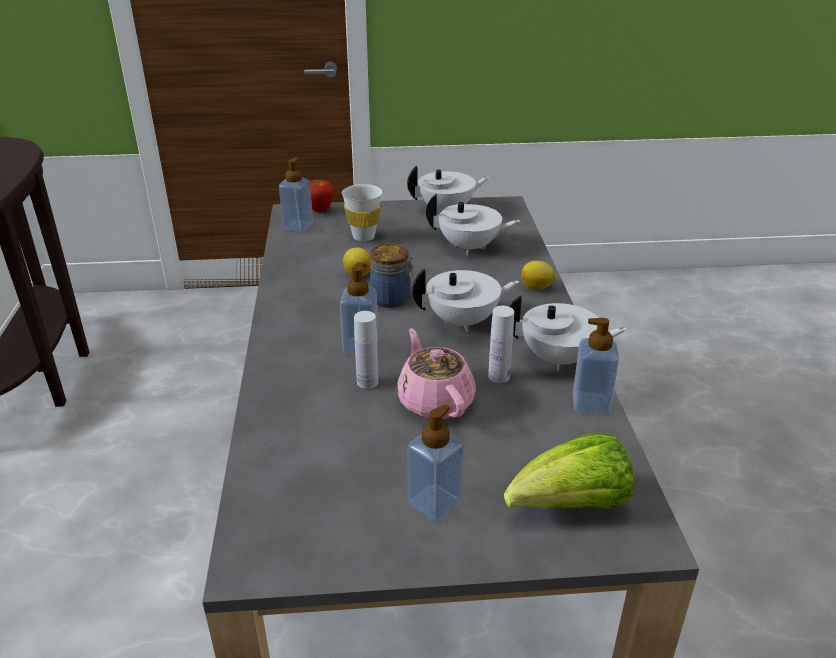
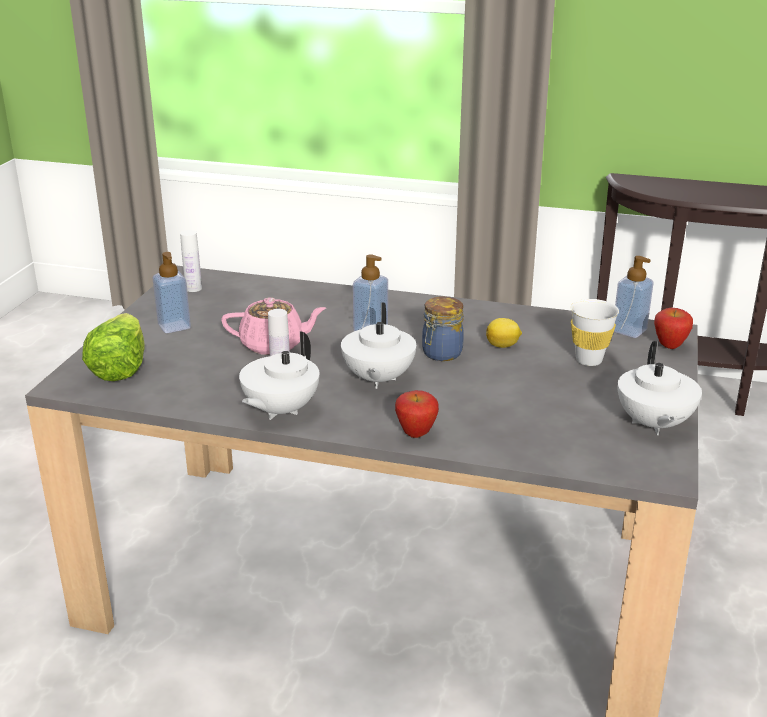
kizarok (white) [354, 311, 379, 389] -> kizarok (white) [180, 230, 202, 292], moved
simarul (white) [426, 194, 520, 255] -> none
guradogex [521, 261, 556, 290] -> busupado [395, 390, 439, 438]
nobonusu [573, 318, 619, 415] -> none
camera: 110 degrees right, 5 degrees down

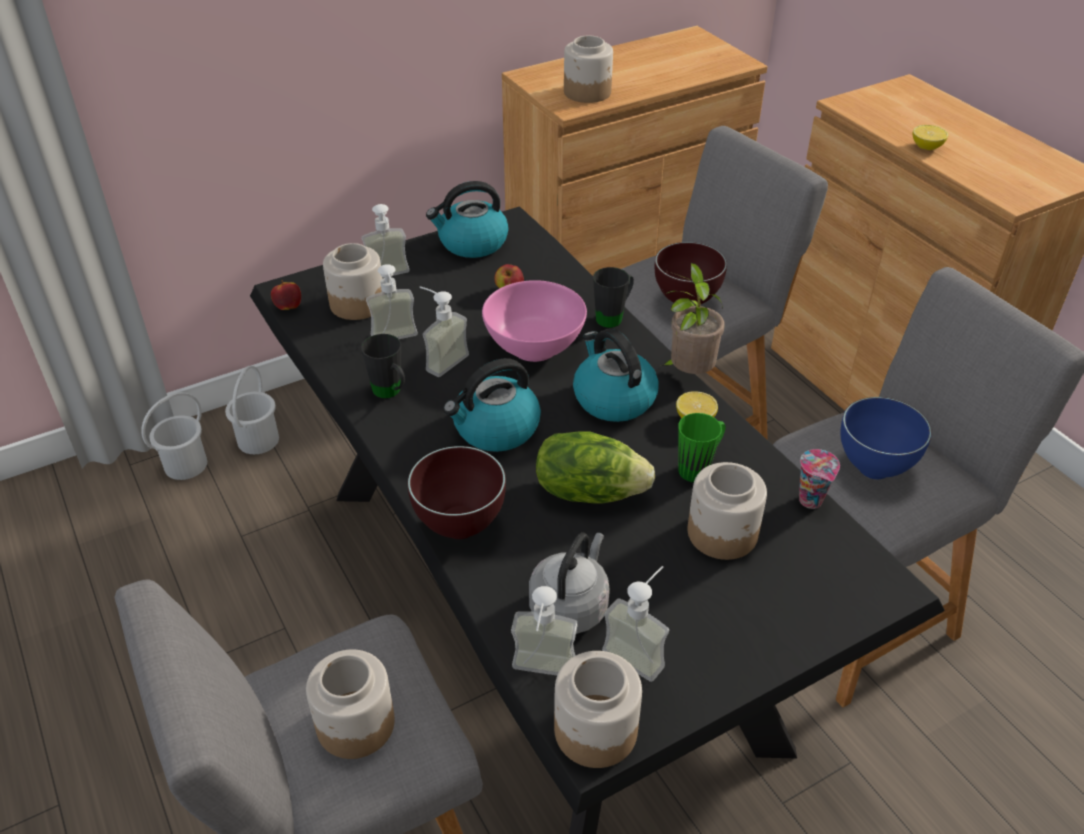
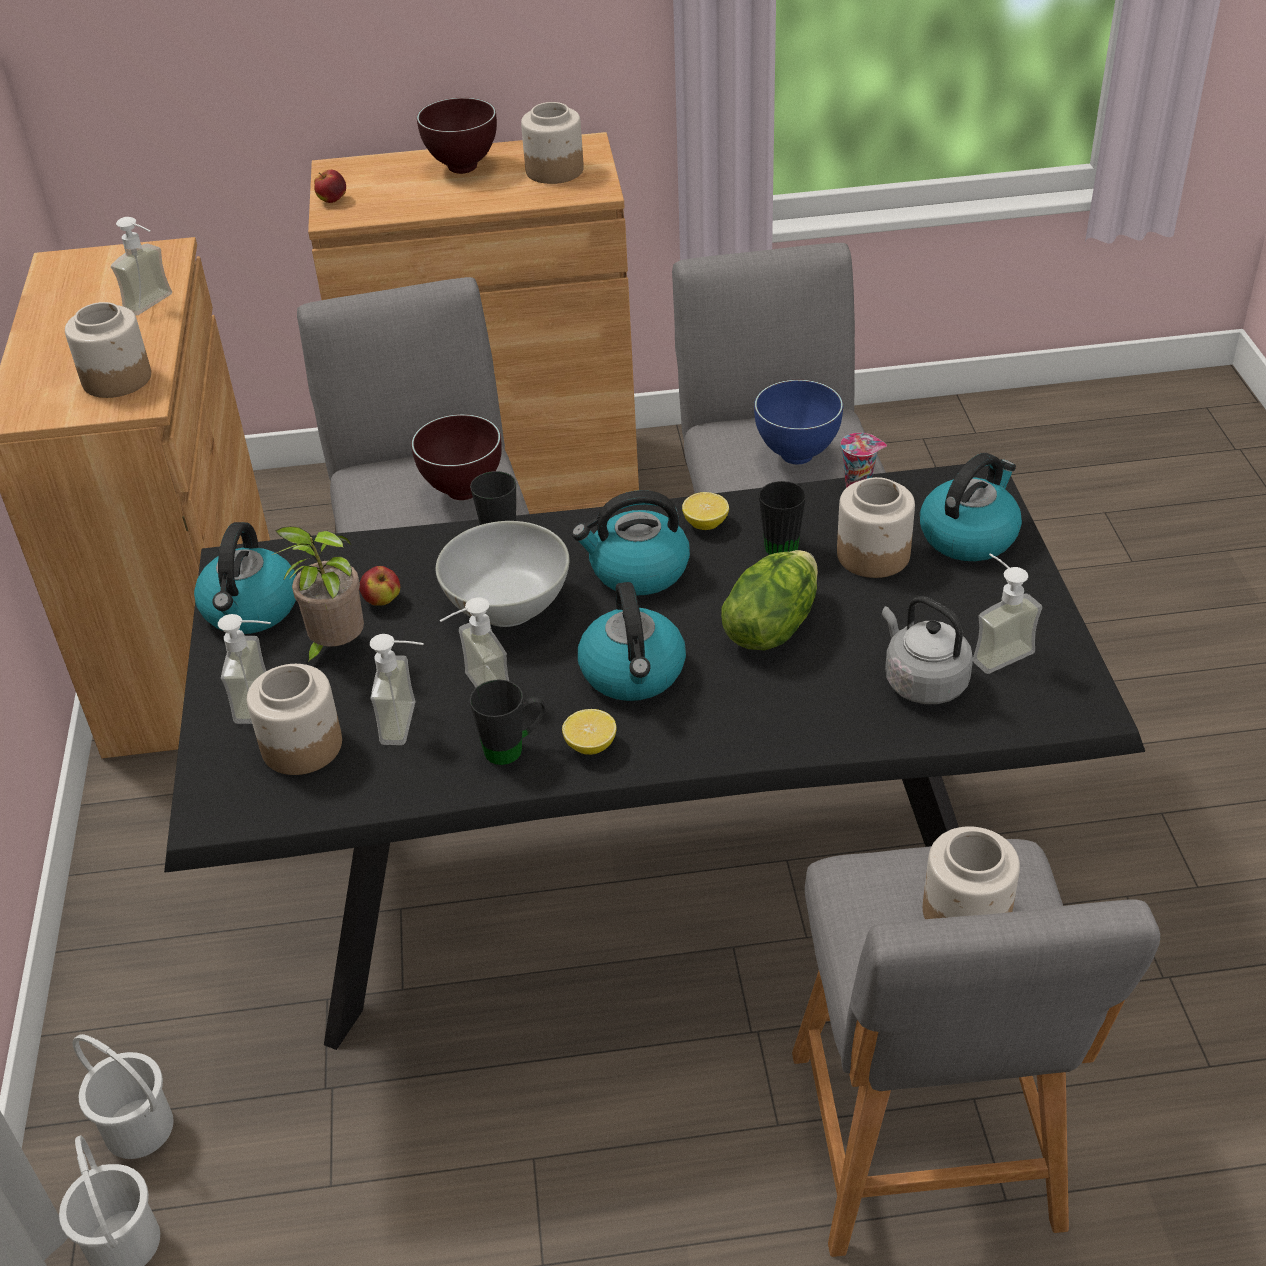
busupado [271, 280, 301, 310] -> busupado [314, 170, 346, 203], moved
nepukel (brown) [408, 446, 506, 539] -> nepukel (brown) [417, 98, 497, 174], moved
nepukel (pink) [482, 280, 587, 362] -> nepukel (white) [436, 521, 569, 627]
nobonusu [511, 586, 578, 676] -> nobonusu [111, 217, 172, 315], moved
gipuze [554, 651, 642, 768] -> gipuze [521, 102, 584, 184], moved
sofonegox [661, 263, 725, 374] -> sofonegox [272, 526, 364, 664], moved
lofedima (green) [678, 413, 726, 482] -> lofedima (black) [759, 481, 806, 555]
guradogex [913, 125, 949, 150] -> guradogex [562, 709, 616, 755], moved
none -> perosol [920, 453, 1022, 561]
camera: 65 degrees left, 0 degrees up

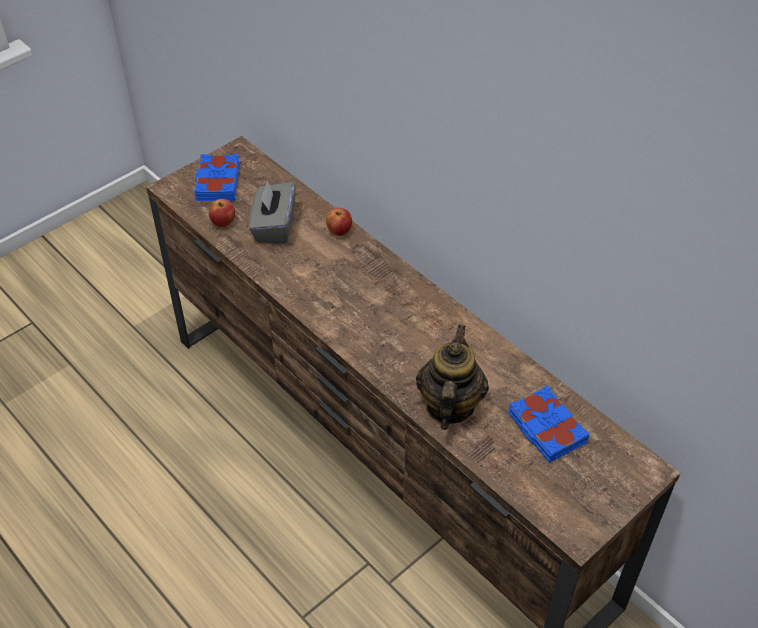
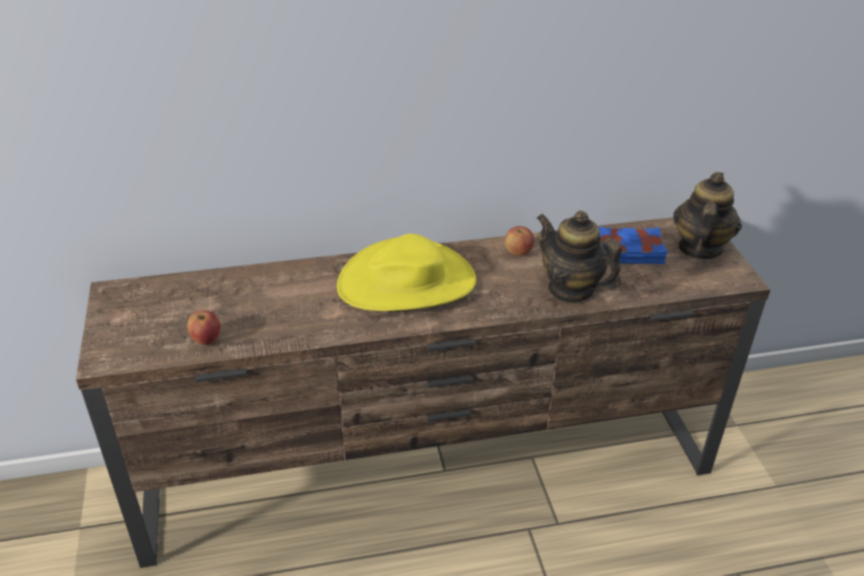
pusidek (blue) [194, 154, 240, 201] -> none
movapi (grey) [249, 181, 296, 244] -> none
busupado [326, 208, 352, 236] -> busupado [505, 226, 534, 256], moved
none -> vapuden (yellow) [337, 234, 476, 311]
none -> simarul [673, 172, 742, 259]
camera: 60 degrees left, 10 degrees down

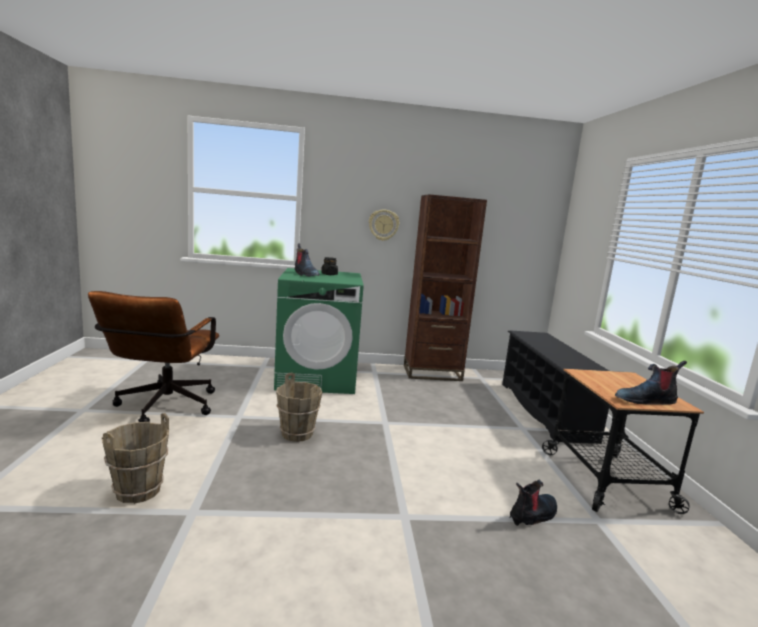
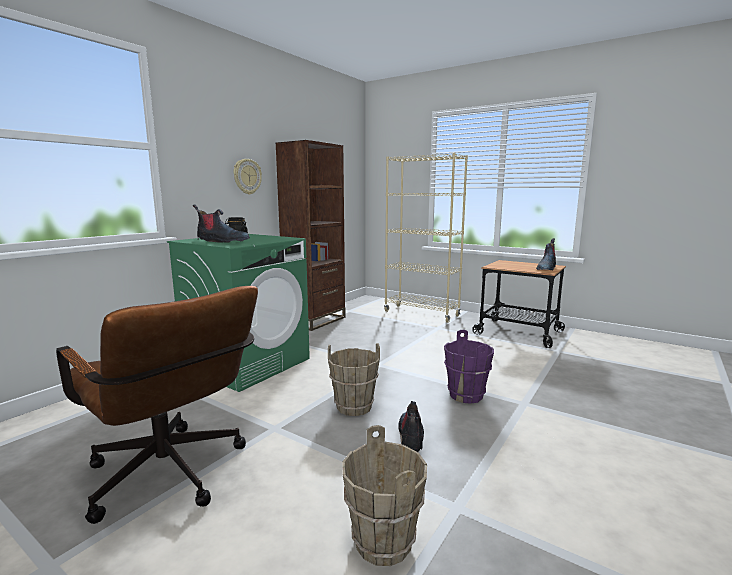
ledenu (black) [502, 330, 609, 444] -> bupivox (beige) [384, 153, 468, 323]
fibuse [509, 480, 557, 526] -> fibuse [398, 401, 424, 452], moved
none -> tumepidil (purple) [444, 330, 494, 404]
camera: 50 degrees left, 0 degrees up

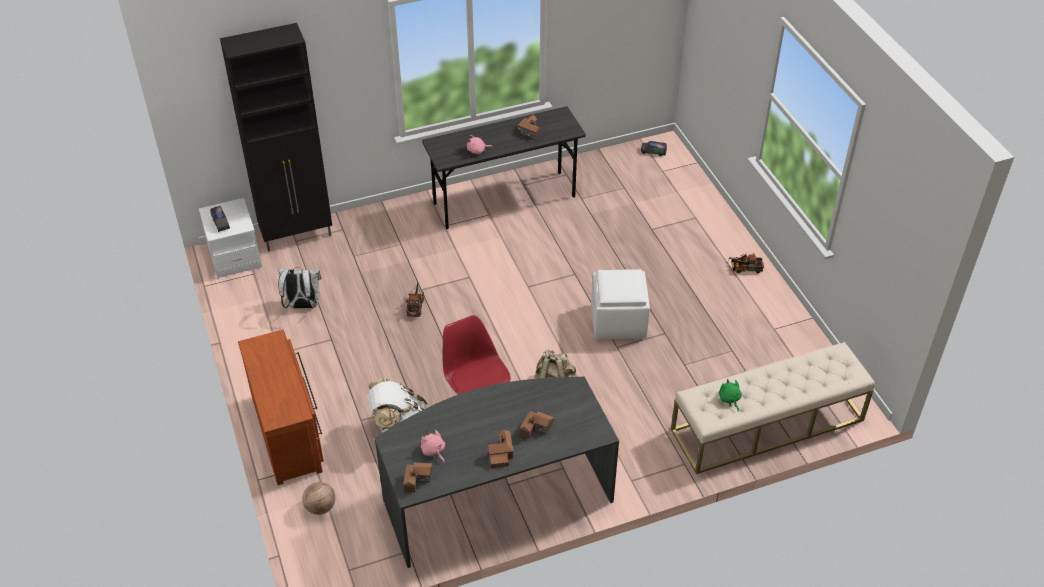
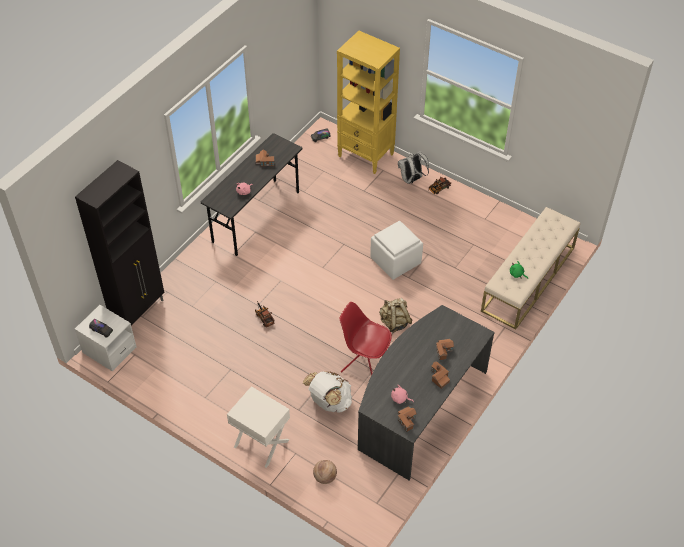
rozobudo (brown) [238, 330, 324, 485] -> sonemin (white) [227, 386, 290, 468]
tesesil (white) [278, 267, 321, 308] -> tesesil (white) [398, 151, 429, 184], moved
none -> bupivox (yellow) [337, 31, 400, 174]
camera: 35 degrees left, 5 degrees up

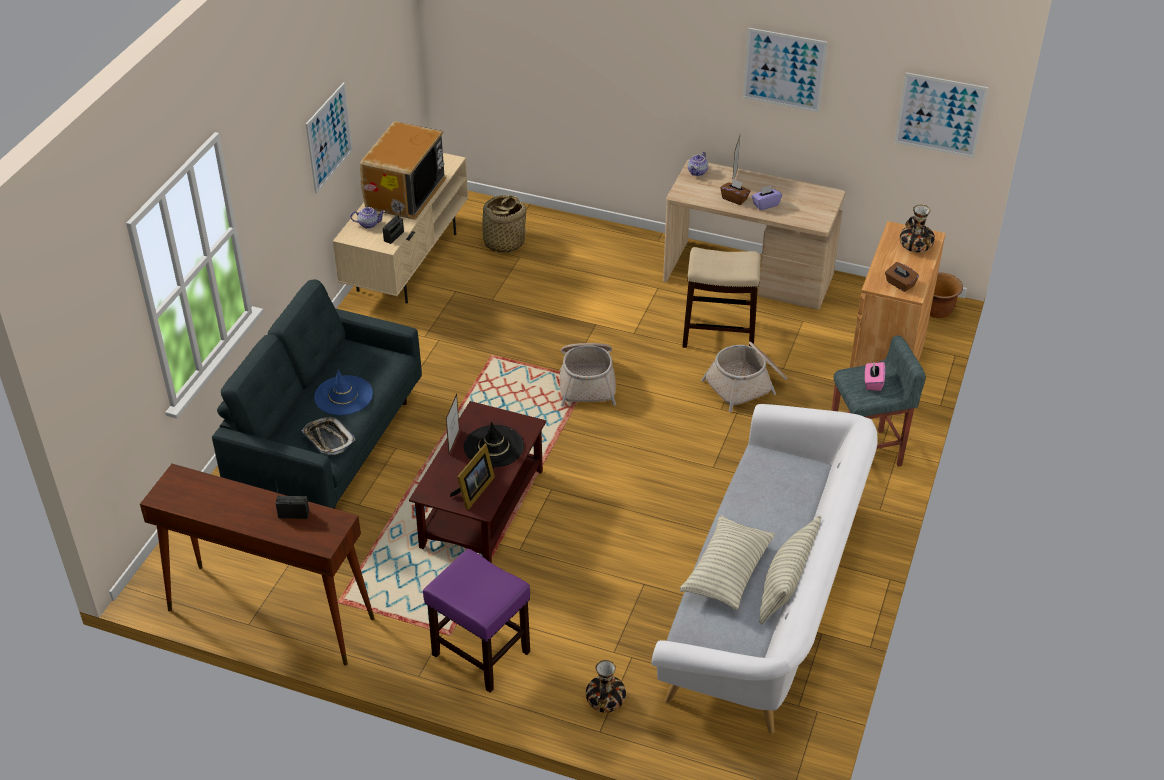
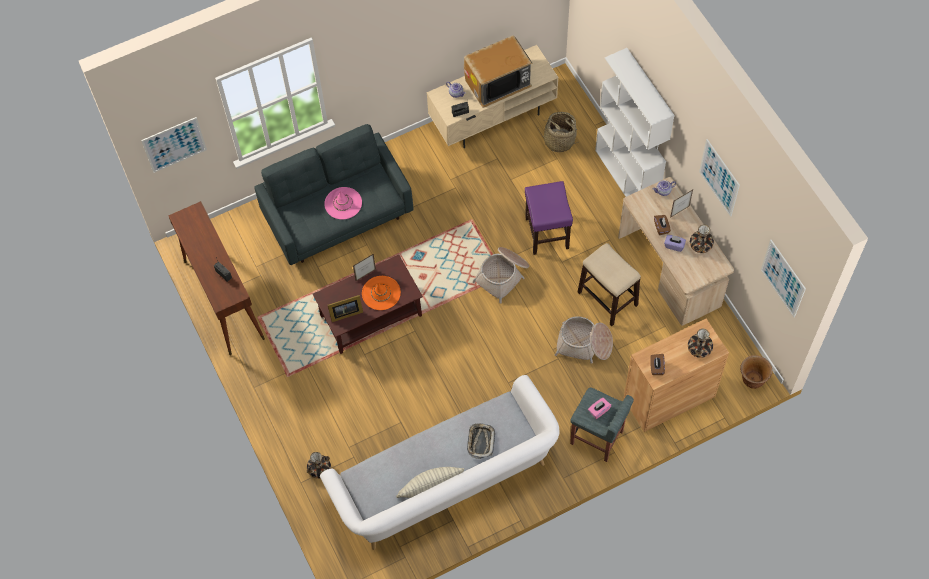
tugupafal [302, 417, 355, 455] -> tugupafal [467, 423, 495, 459], moved
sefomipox [306, 82, 353, 193] -> sefomipox [141, 117, 207, 173], moved
vapuden (blue) [314, 369, 373, 415] -> vapuden (pink) [324, 187, 362, 219]
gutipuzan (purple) [423, 549, 530, 692] -> gutipuzan (purple) [525, 181, 573, 255], moved
vapuden (black) [464, 421, 524, 468] -> vapuden (orange) [362, 276, 401, 310]
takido [680, 516, 776, 610] -> none
none -> bupivox (white) [595, 48, 674, 197]
none -> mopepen [690, 225, 714, 253]
camera: 45 degrees right, 20 degrees up

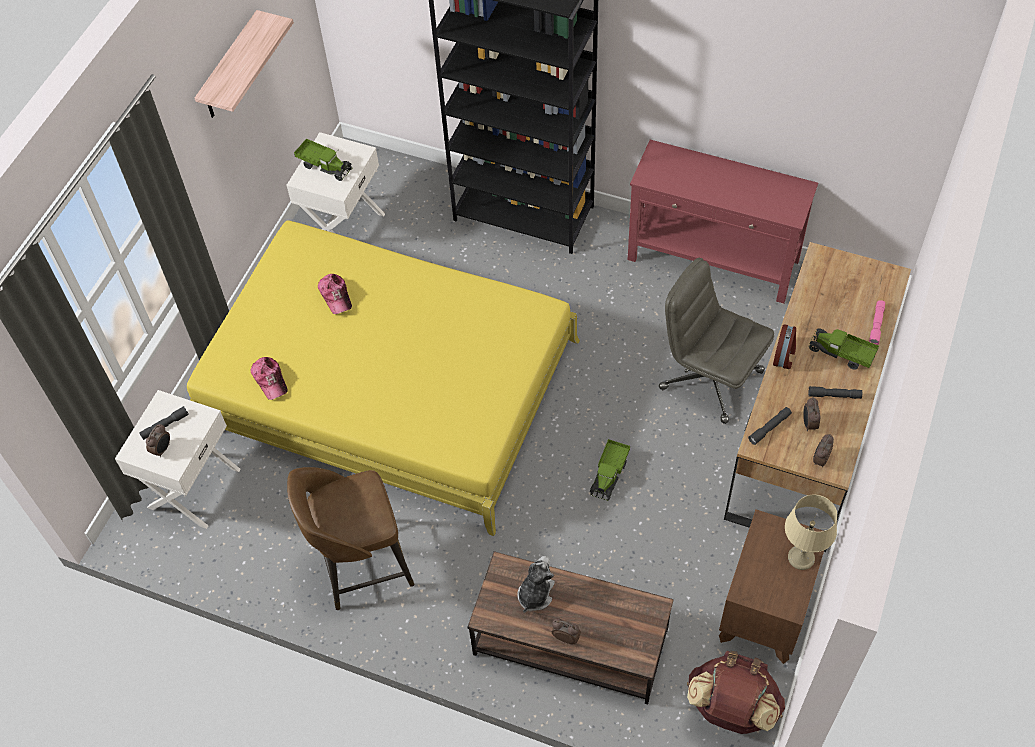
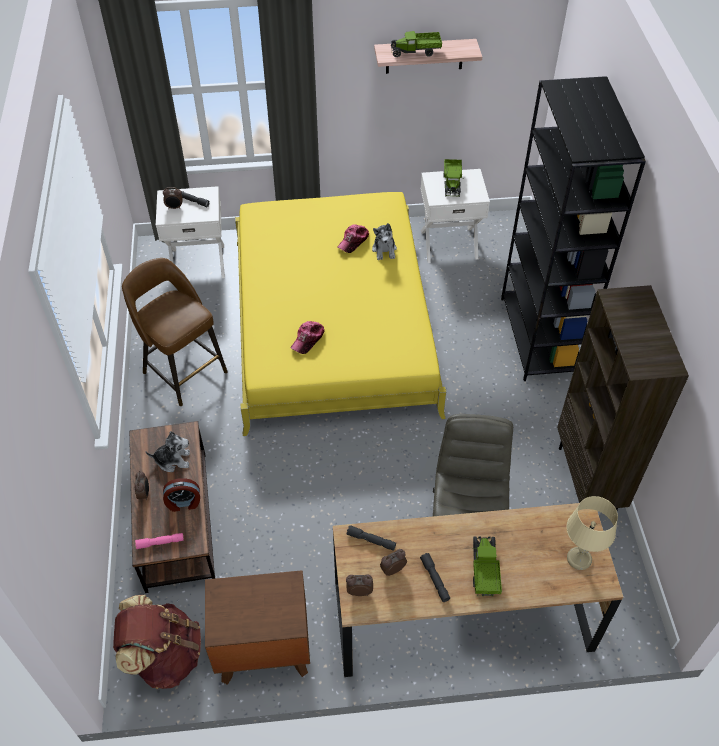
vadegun [251, 357, 288, 400] -> vadegun [291, 321, 325, 354], moved
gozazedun [590, 439, 630, 501] -> gozazedun [390, 31, 442, 57], moved
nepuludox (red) [628, 140, 818, 304] -> bupivox (brown) [557, 285, 689, 510]
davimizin [773, 324, 796, 369] -> davimizin [163, 478, 200, 512], moved
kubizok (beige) [785, 495, 837, 570] -> kubizok (beige) [567, 496, 618, 570], moved
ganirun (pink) [869, 300, 885, 345] -> ganirun (pink) [135, 533, 184, 549], moved
none -> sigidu [372, 223, 397, 260]
camera: 60 degrees right, 5 degrees down

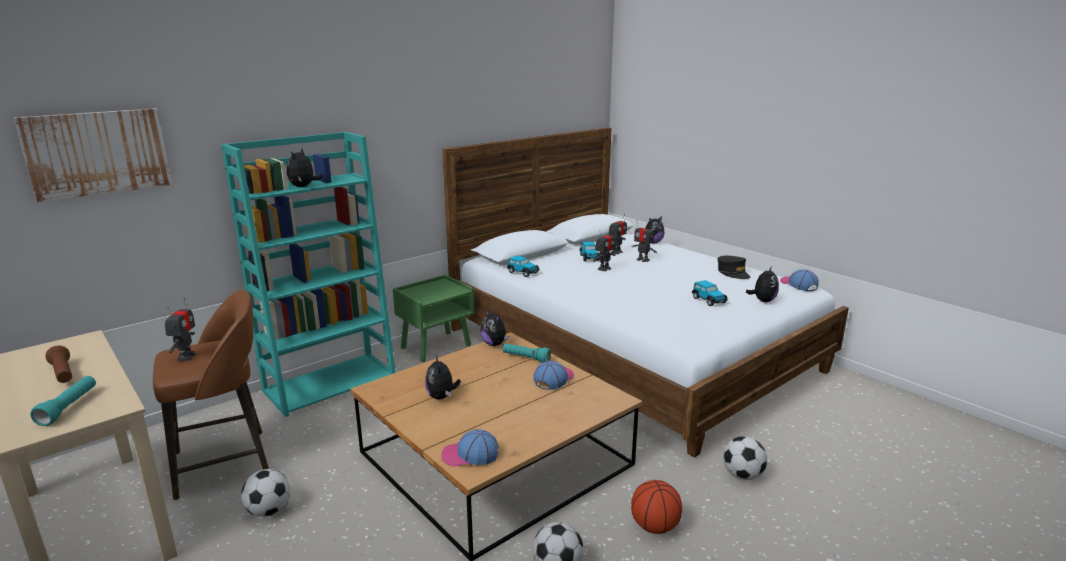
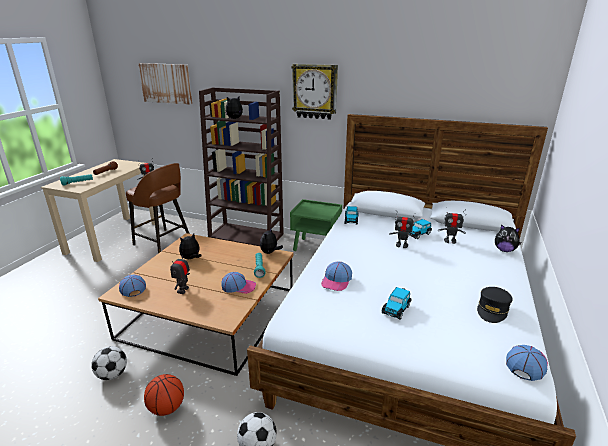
bupivox (turquoise) [221, 132, 396, 417] -> bupivox (brown) [199, 87, 284, 246]
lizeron [241, 469, 290, 517] -> none
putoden [631, 224, 657, 262] -> putoden [170, 259, 190, 294], moved
sigidu [746, 266, 779, 302] -> none
none -> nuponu [292, 64, 338, 120]
none -> vadegun [321, 261, 352, 291]
camera: 60 degrees right, 5 degrees up

